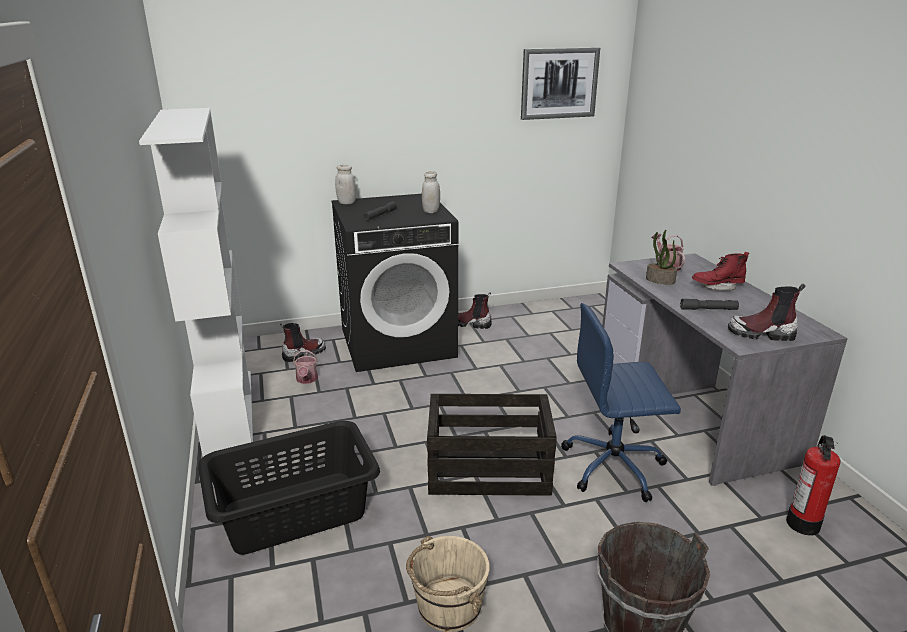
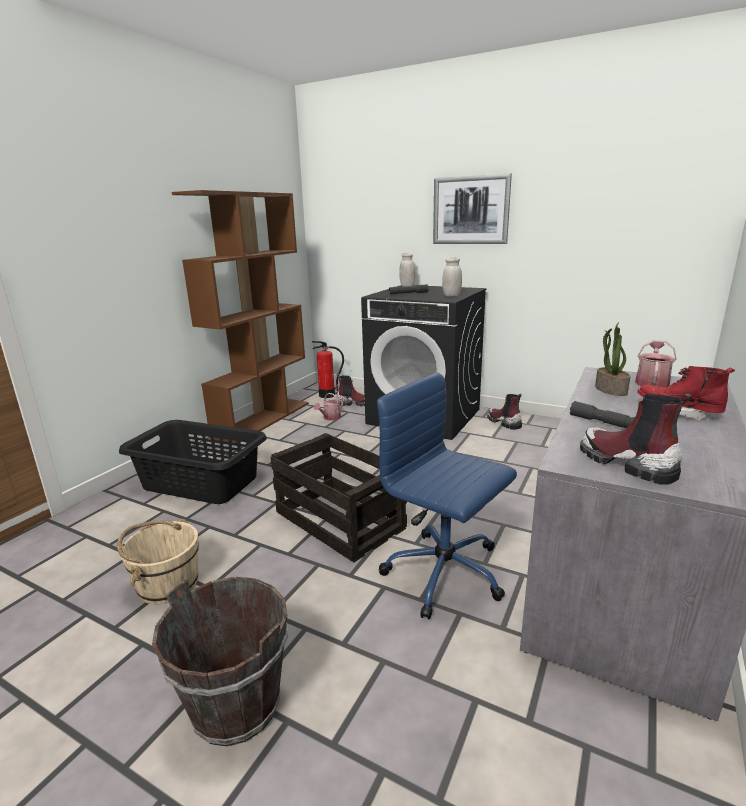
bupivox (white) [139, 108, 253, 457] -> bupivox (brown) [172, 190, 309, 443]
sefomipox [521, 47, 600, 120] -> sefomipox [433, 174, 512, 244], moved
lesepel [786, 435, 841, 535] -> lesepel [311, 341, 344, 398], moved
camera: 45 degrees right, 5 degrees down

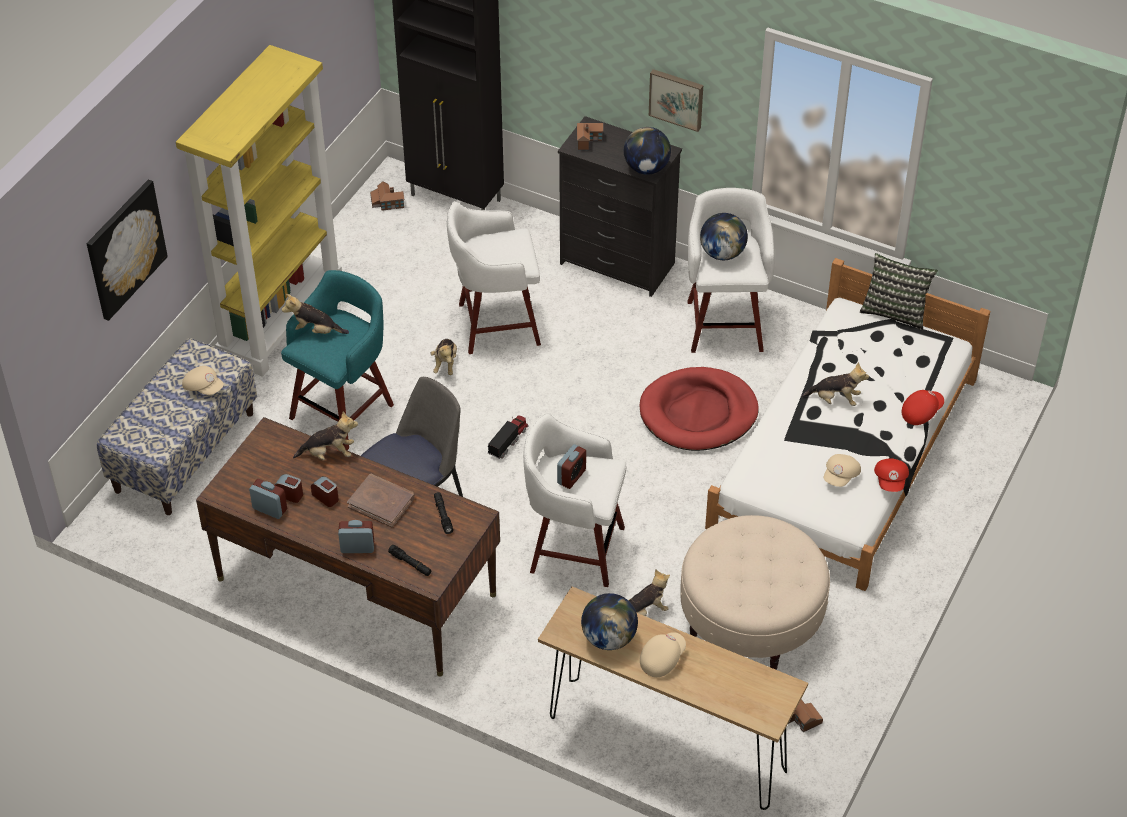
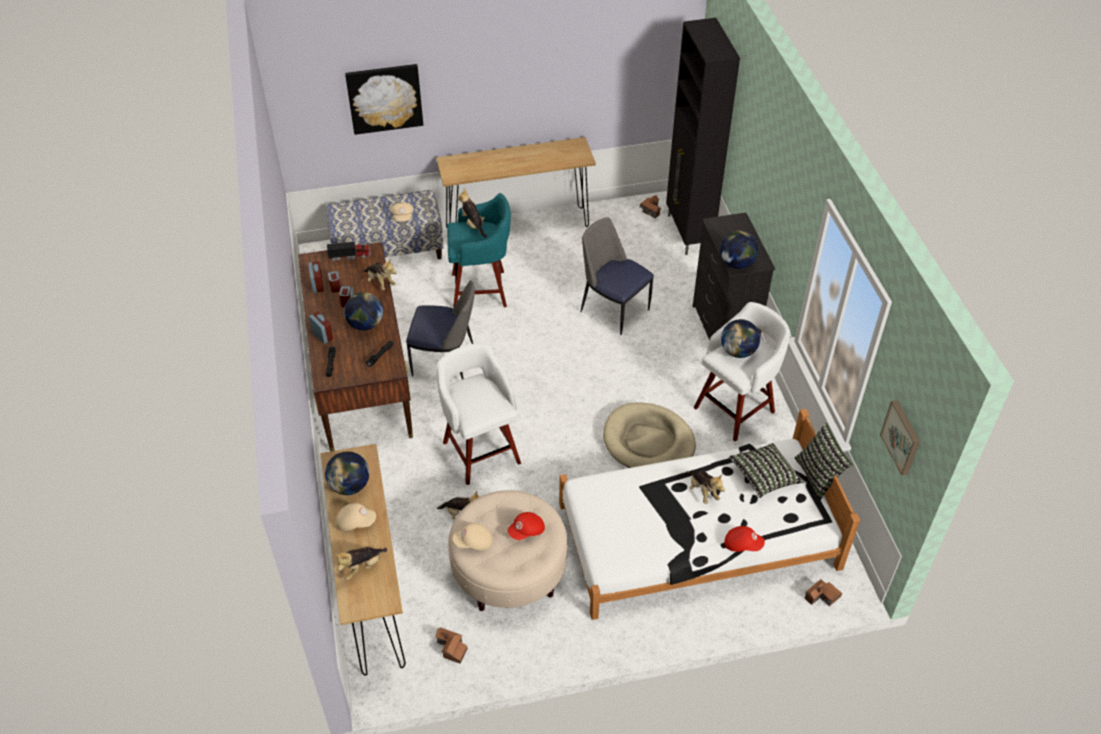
bupivox (yellow) [176, 45, 342, 377] -> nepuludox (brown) [436, 137, 596, 228]
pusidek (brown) [347, 474, 415, 527] -> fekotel [344, 292, 383, 331]
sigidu [431, 339, 457, 375] -> sigidu [334, 547, 387, 580], moved
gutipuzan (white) [447, 201, 541, 354] -> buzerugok [581, 217, 654, 335]
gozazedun [488, 415, 529, 459] -> gozazedun [327, 241, 370, 261], moved
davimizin [557, 444, 586, 489] -> none
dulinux [577, 123, 603, 150] -> dulinux [804, 579, 842, 606], moved
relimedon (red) [640, 367, 759, 451] -> relimedon (beige) [603, 402, 696, 468]
sefomipox [649, 69, 703, 132] -> sefomipox [880, 400, 920, 475], moved
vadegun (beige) [824, 454, 861, 487] -> vadegun (beige) [452, 523, 493, 550], moved
vadegun (red) [874, 458, 909, 492] -> vadegun (red) [507, 512, 545, 540], moved
none -> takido [729, 443, 804, 498]
camera: 50 degrees right, 0 degrees up

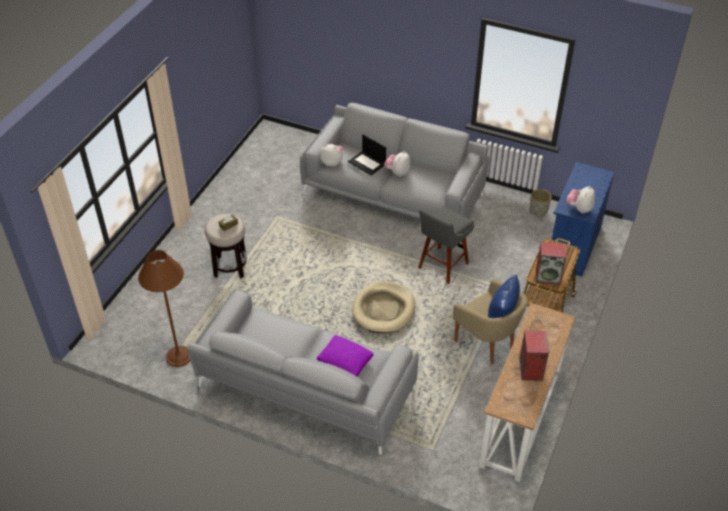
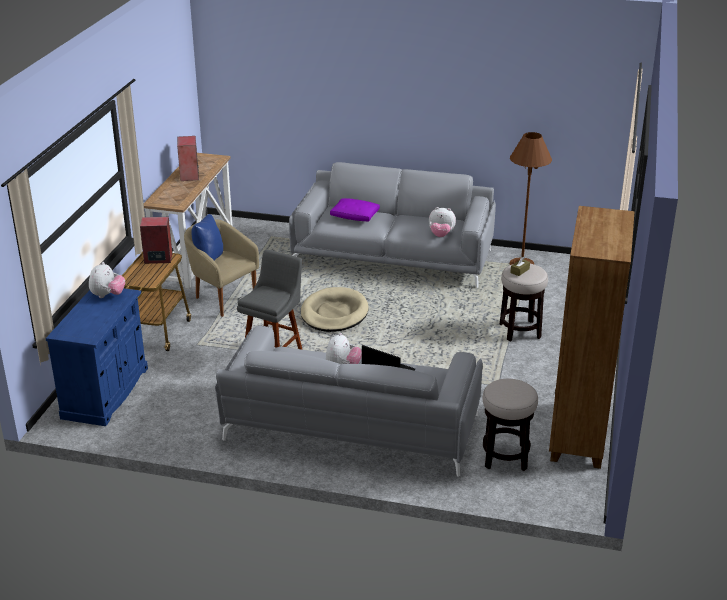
sigidu [319, 144, 344, 167] -> sigidu [429, 207, 456, 237], moved
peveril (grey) [530, 189, 551, 217] -> none
none -> gutipuzan [482, 379, 538, 471]
none -> bupivox (brown) [549, 206, 635, 469]
camera: 170 degrees right, 15 degrees down

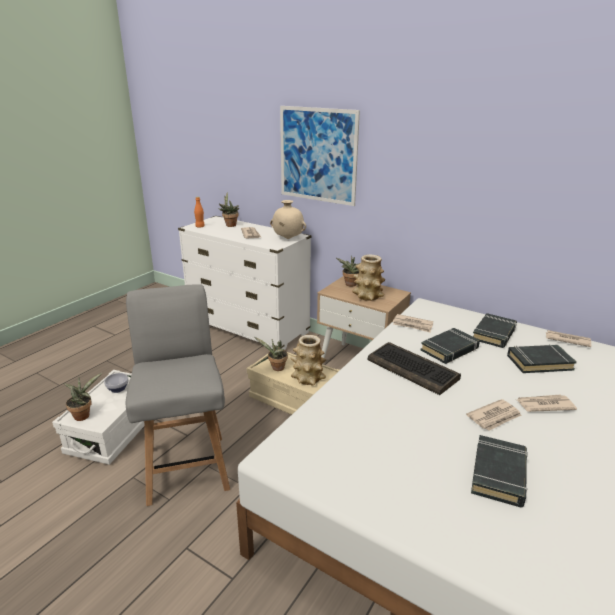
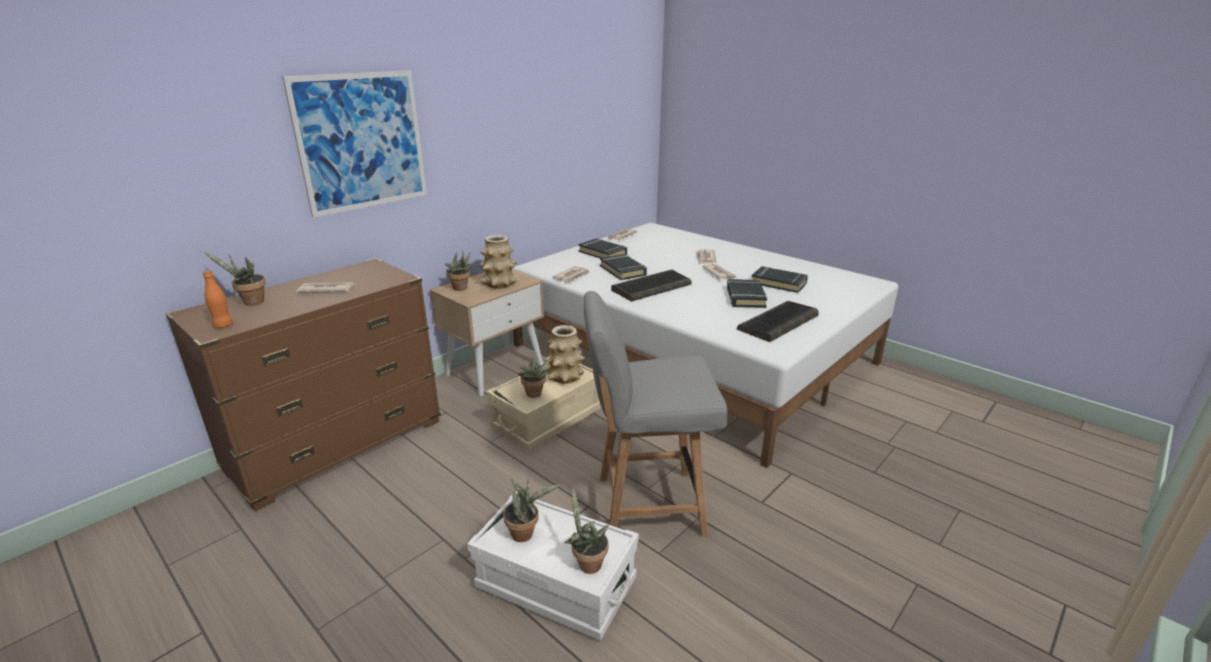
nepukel [104, 373, 129, 393] -> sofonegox [503, 479, 560, 542]
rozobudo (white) [178, 216, 311, 350] -> rozobudo (brown) [165, 258, 441, 511]
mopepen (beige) [270, 200, 306, 239] -> none
pusidek (black) [507, 344, 577, 373] -> pusidek (black) [727, 279, 767, 308], moved
none -> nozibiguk [737, 301, 819, 342]
camera: 80 degrees left, 0 degrees up

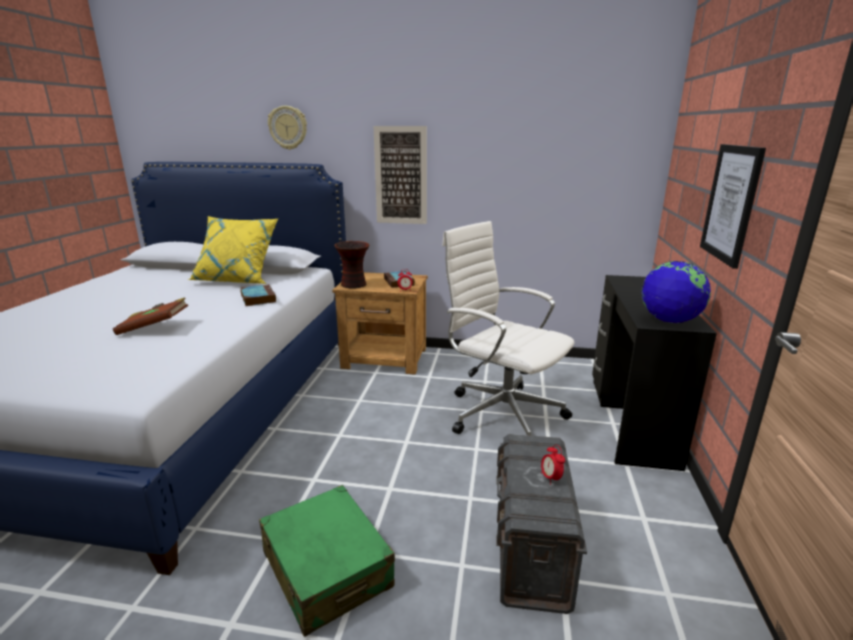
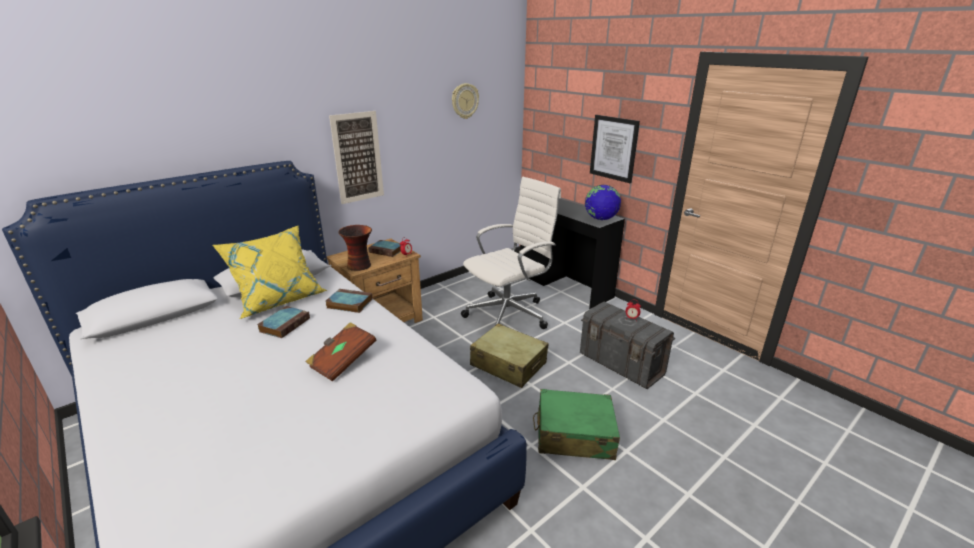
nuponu [268, 106, 307, 150] -> nuponu [452, 83, 479, 119], moved
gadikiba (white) [442, 221, 575, 436] -> gadikiba (white) [461, 177, 561, 329], 150 degrees clockwise
none -> pusidek [257, 306, 310, 338]
none -> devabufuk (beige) [470, 323, 548, 388]
camera: 50 degrees left, 5 degrees up

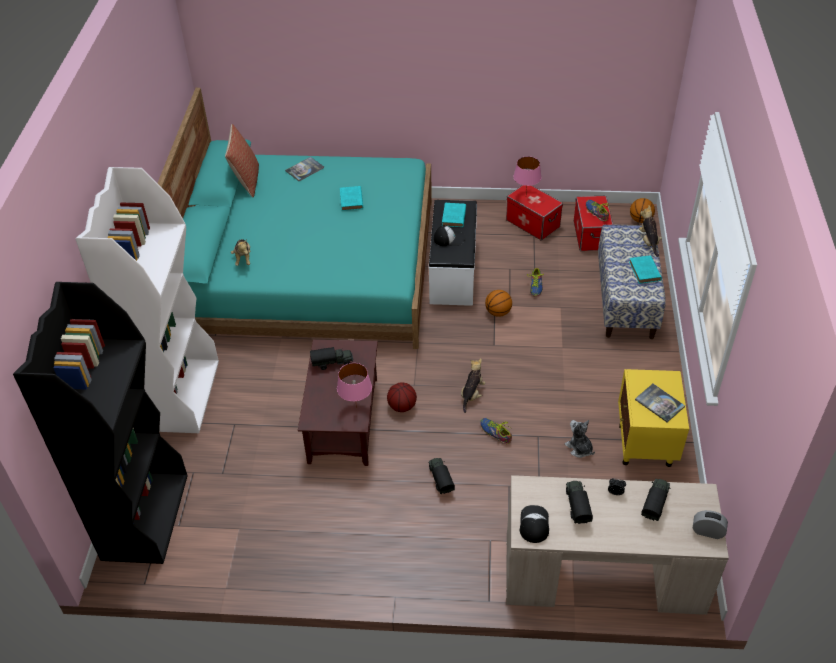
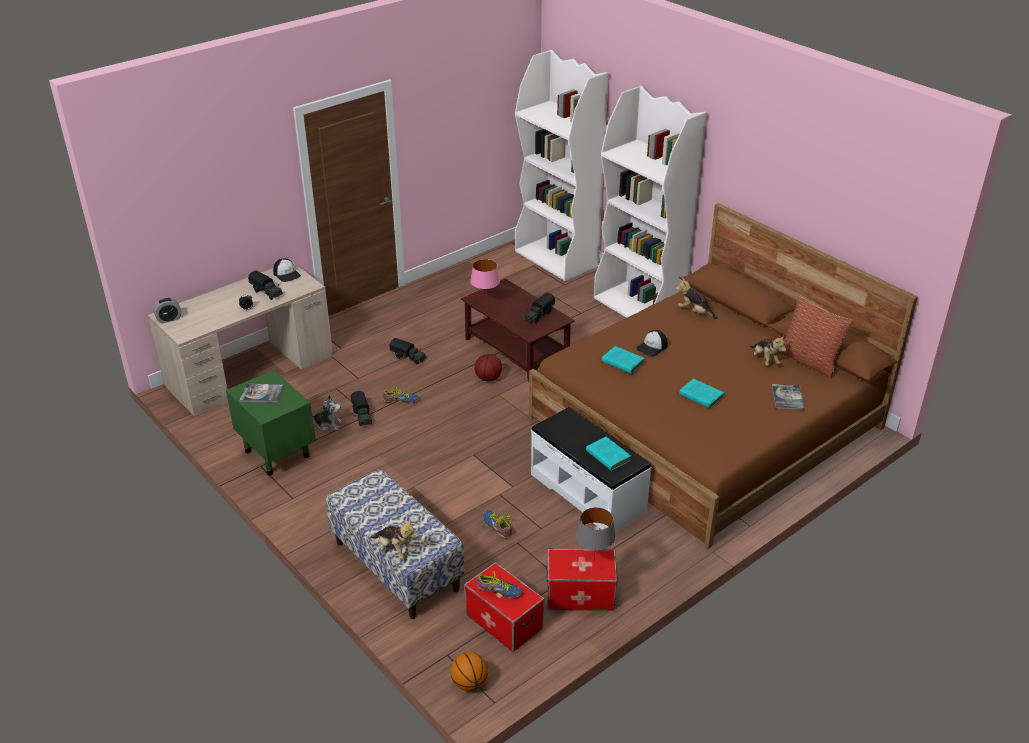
bupivox (black) [13, 282, 188, 564] -> bupivox (white) [515, 50, 609, 281]
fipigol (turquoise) [157, 88, 432, 349] -> fipigol (brown) [529, 203, 918, 549]
vadegun [434, 226, 465, 246] -> vadegun [636, 330, 667, 356], moved
sigidu [461, 358, 485, 413] -> sigidu [750, 336, 786, 366], moved
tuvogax [485, 290, 512, 317] -> none
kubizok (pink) [513, 156, 541, 193] -> kubizok (grey) [576, 507, 616, 561]
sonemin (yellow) [618, 369, 689, 467] -> sonemin (green) [226, 370, 316, 476]
pusidek (turquoise) [629, 255, 662, 284] -> pusidek (turquoise) [602, 346, 645, 374], moved
gozazedun [641, 479, 670, 521] -> gozazedun [351, 391, 372, 426], moved
camera: 135 degrees right, 10 degrees down

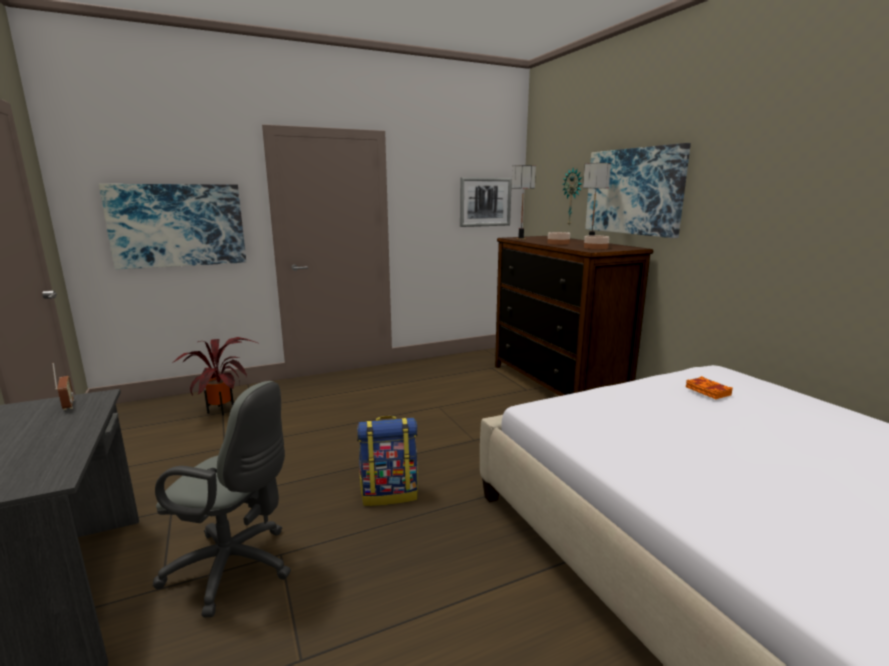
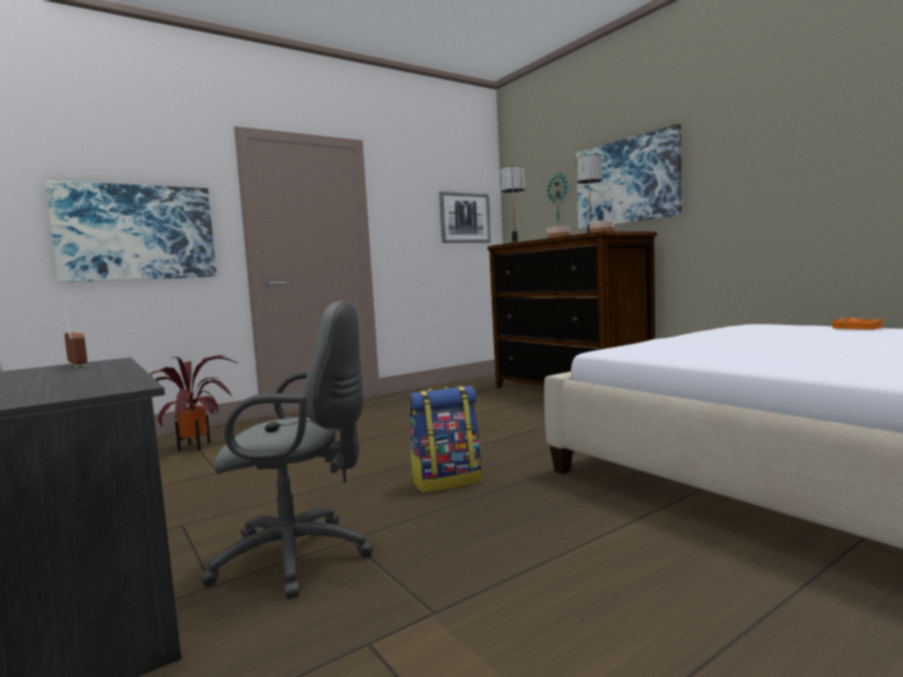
pusidek (orange) [686, 376, 733, 399] -> pusidek (orange) [832, 318, 883, 330], moved
camera: 10 degrees left, 10 degrees down

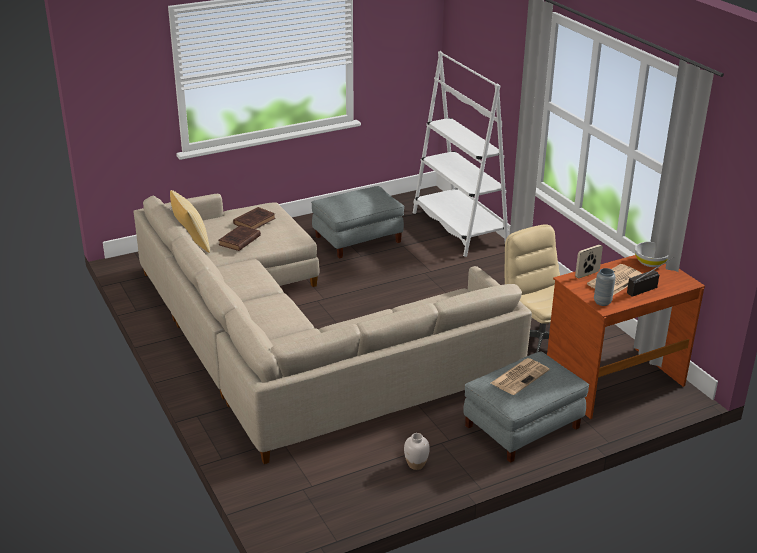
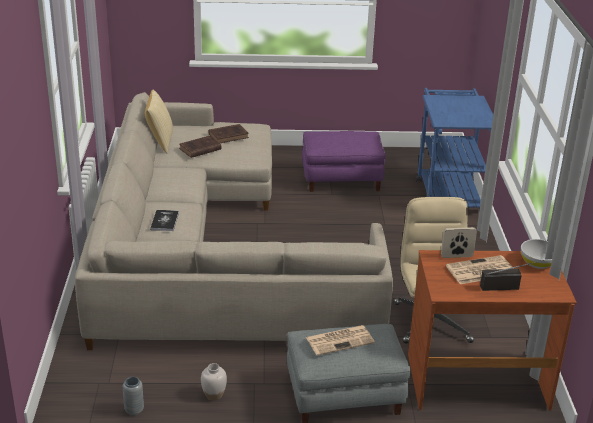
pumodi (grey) [311, 186, 404, 259] -> pumodi (purple) [302, 131, 386, 192]
bupivox (white) [413, 51, 509, 257] -> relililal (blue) [416, 88, 493, 210]
mopepen (grey) [594, 268, 616, 306] -> mopepen (grey) [123, 377, 144, 415], moved
none -> pusidek [150, 210, 179, 231]
camera: 25 degrees right, 0 degrees up

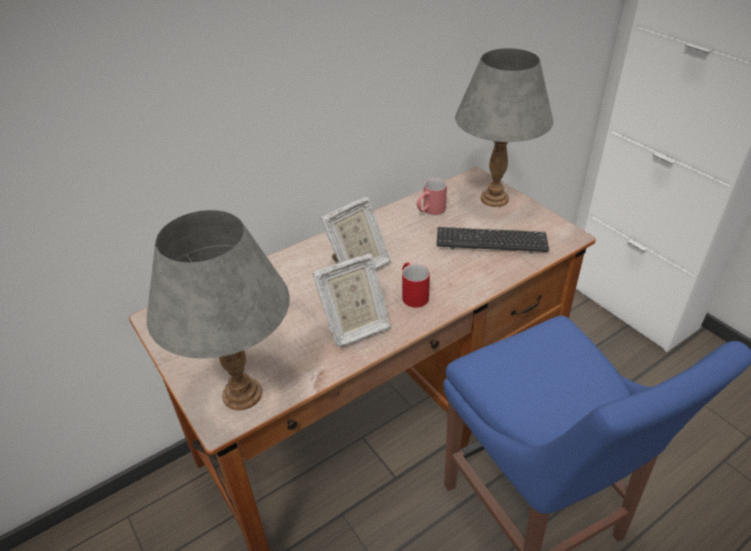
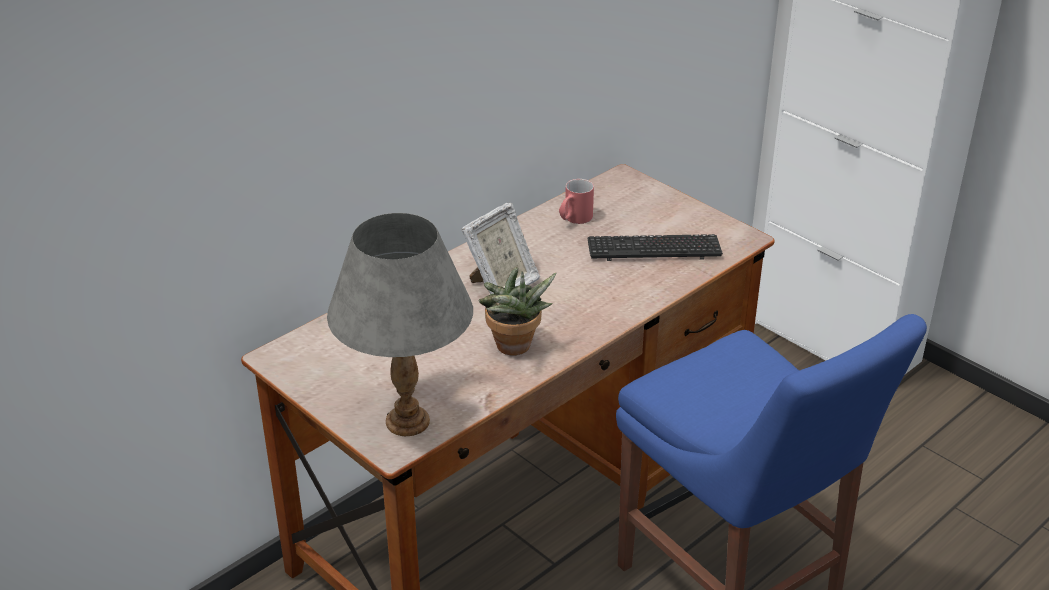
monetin [312, 253, 390, 347] -> sofonegox [479, 267, 556, 356]
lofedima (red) [402, 262, 430, 308] -> none
kubizok (grey) [455, 48, 553, 207] -> none
camera: 10 degrees left, 5 degrees down

